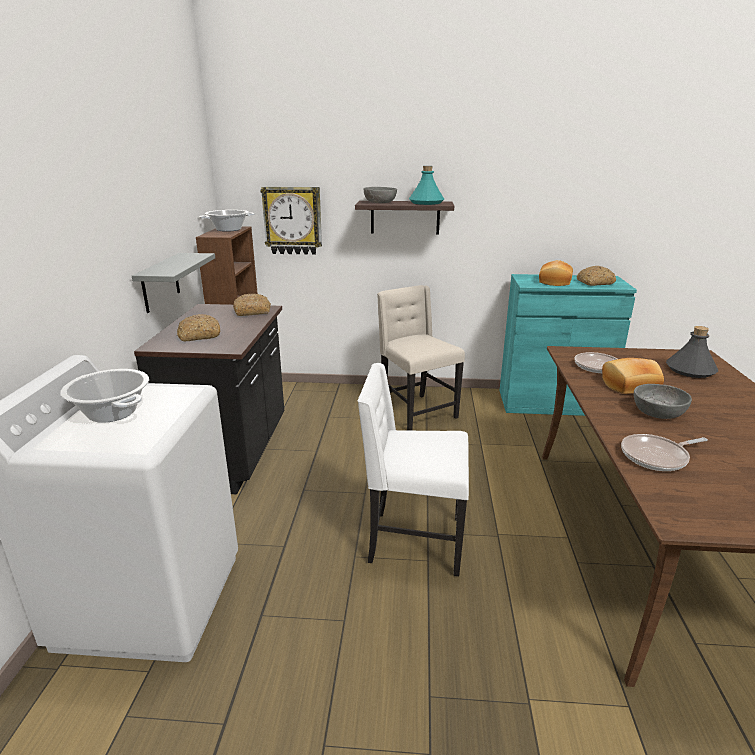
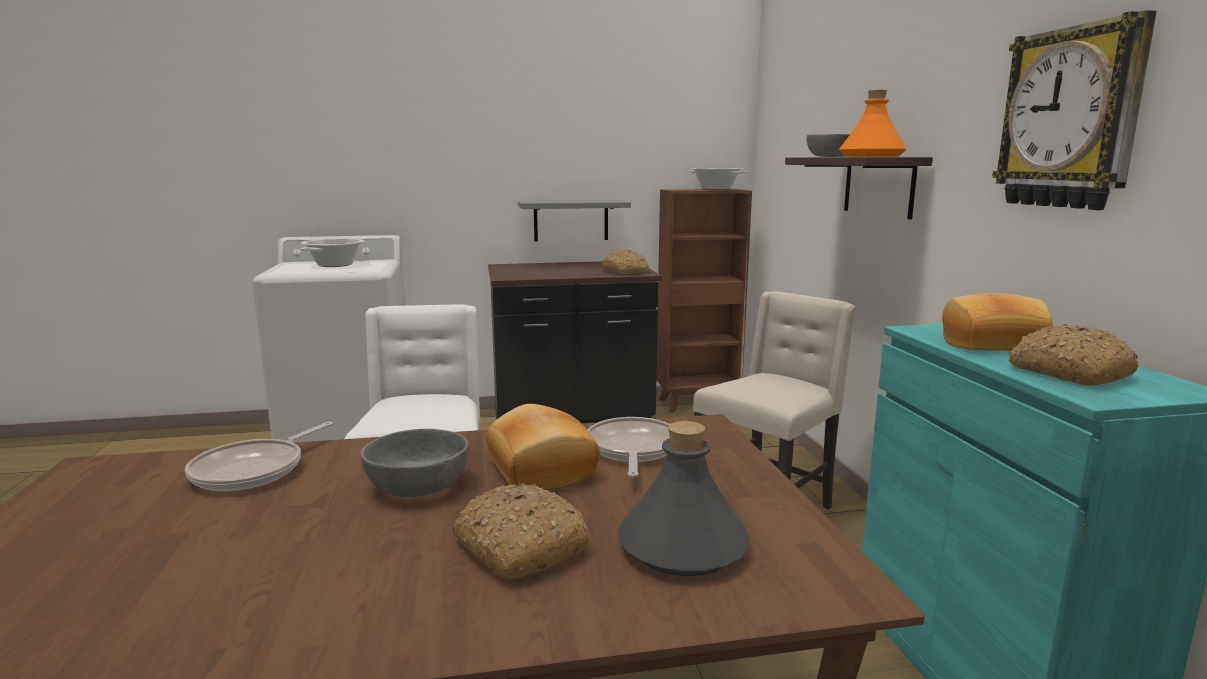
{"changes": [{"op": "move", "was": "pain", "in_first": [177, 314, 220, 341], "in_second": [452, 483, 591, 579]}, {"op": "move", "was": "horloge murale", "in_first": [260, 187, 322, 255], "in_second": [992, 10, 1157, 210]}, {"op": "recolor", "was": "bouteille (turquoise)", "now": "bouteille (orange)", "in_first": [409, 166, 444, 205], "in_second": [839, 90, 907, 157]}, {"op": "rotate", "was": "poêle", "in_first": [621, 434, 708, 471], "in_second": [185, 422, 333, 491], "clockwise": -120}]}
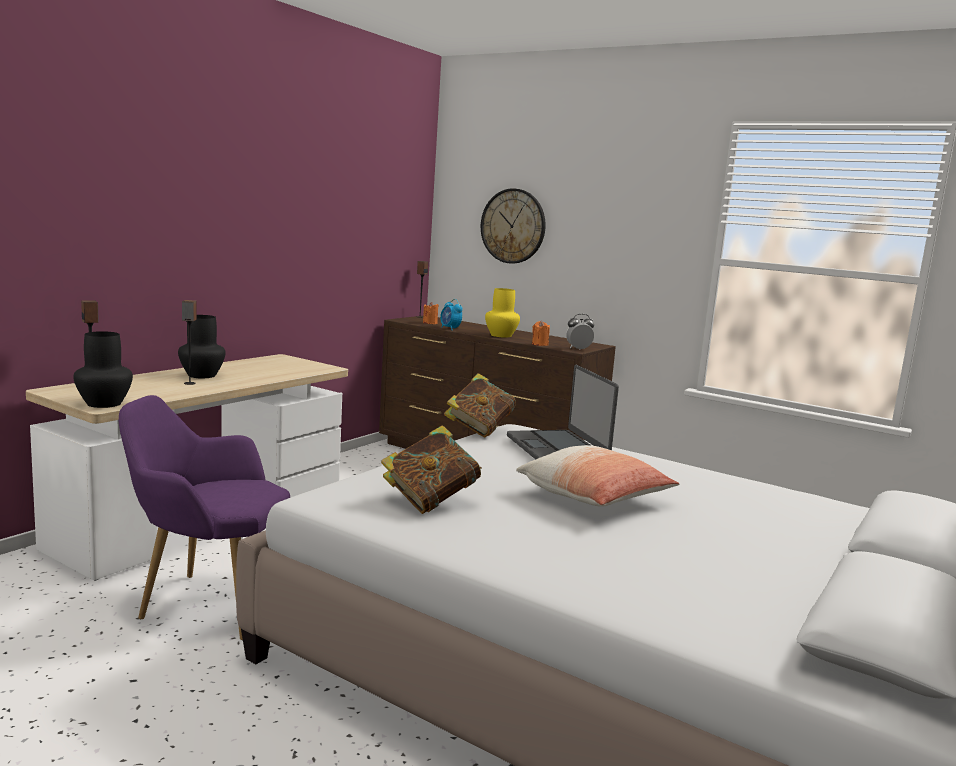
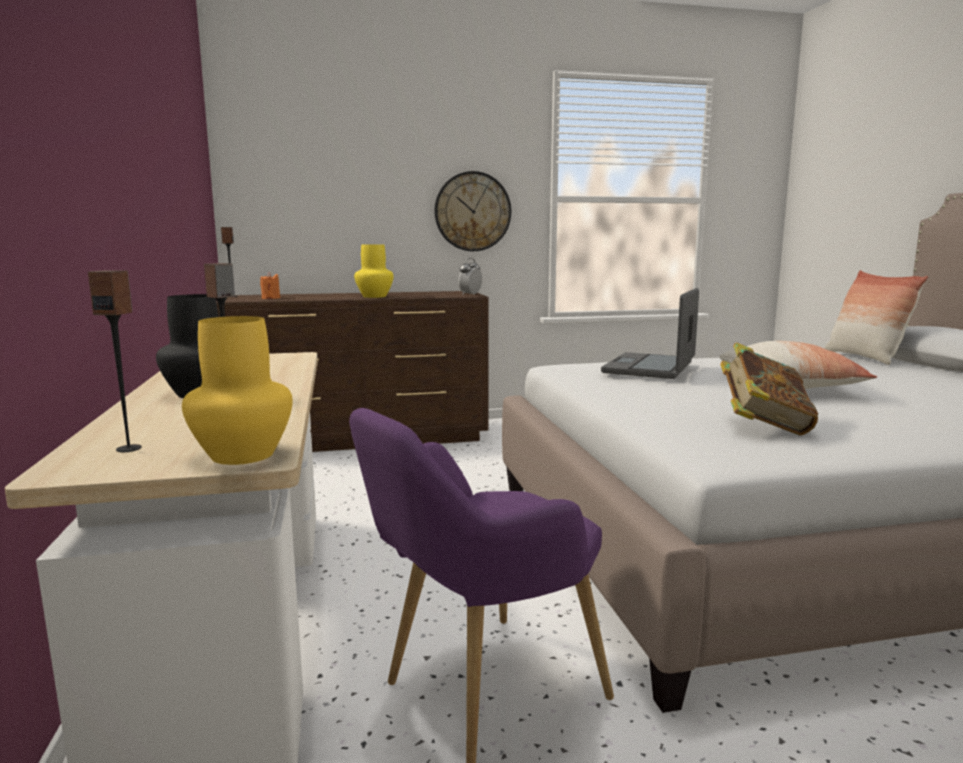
{"changes": [{"op": "delete", "was": "réveil", "in_first": [440, 299, 463, 330]}, {"op": "delete", "was": "livre", "in_first": [444, 373, 516, 437]}, {"op": "delete", "was": "bougie (orange)", "in_first": [532, 321, 550, 346]}, {"op": "insert", "now": "coussin", "in_second": [825, 270, 928, 365]}, {"op": "move", "was": "horloge murale", "in_first": [481, 188, 546, 263], "in_second": [434, 171, 511, 251]}, {"op": "recolor", "was": "vase (noir)", "now": "vase (jaune)", "in_first": [73, 331, 133, 408], "in_second": [182, 316, 293, 465]}, {"op": "rotate", "was": "ordinateur portable", "in_first": [507, 365, 619, 459], "in_second": [601, 288, 699, 379], "clockwise": 90}]}
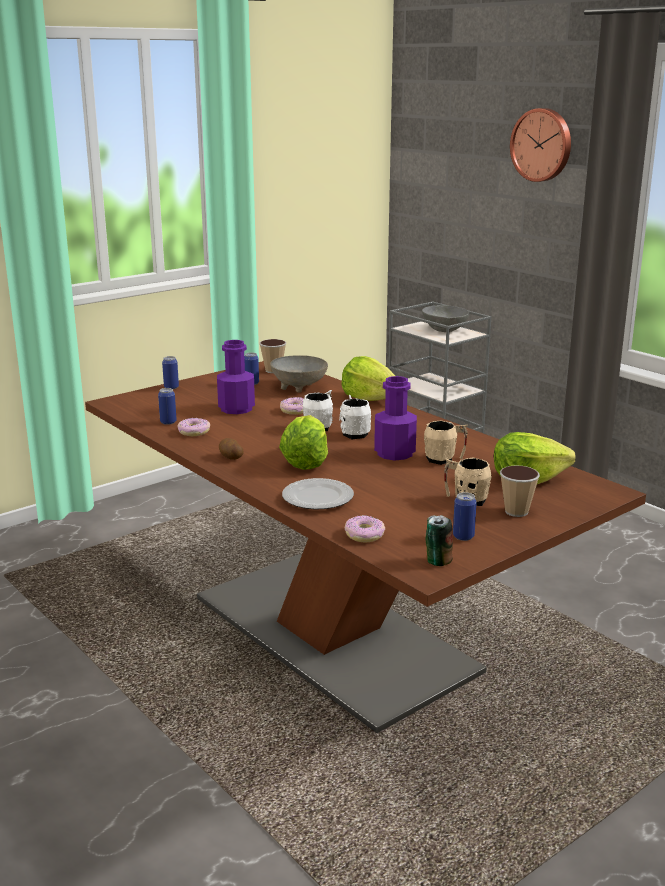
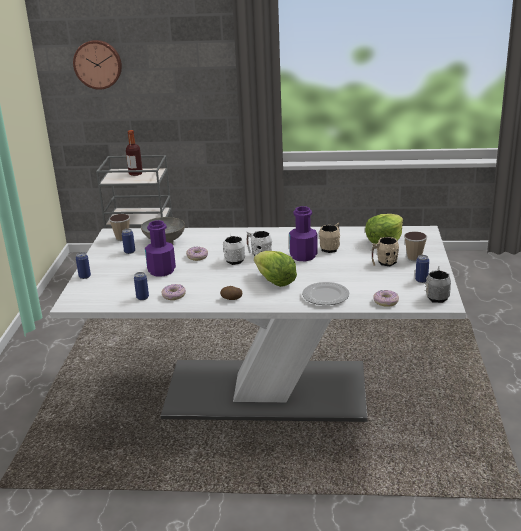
{"changes": [{"op": "delete", "was": "laitue", "in_first": [341, 356, 395, 401]}, {"op": "move", "was": "horloge murale", "in_first": [510, 108, 571, 182], "in_second": [73, 40, 122, 90]}, {"op": "replace", "was": "bol (gris)", "now": "bouteille", "in_first": [422, 305, 469, 332], "in_second": [126, 130, 142, 176]}, {"op": "replace", "was": "boîte métallique", "now": "mug (gris)", "in_first": [426, 515, 453, 566], "in_second": [425, 266, 451, 303]}, {"op": "recolor", "was": "table à manger (marron)", "now": "table à manger (blanc)", "in_first": [85, 361, 646, 733], "in_second": [50, 226, 466, 422]}]}
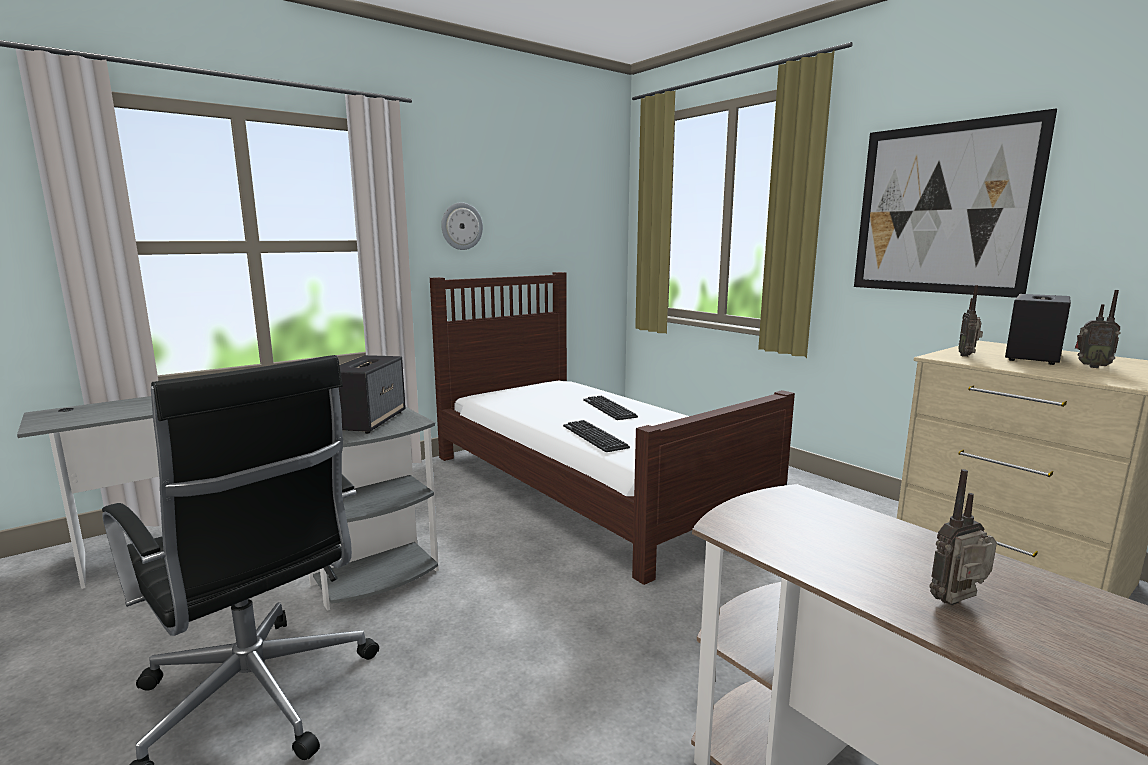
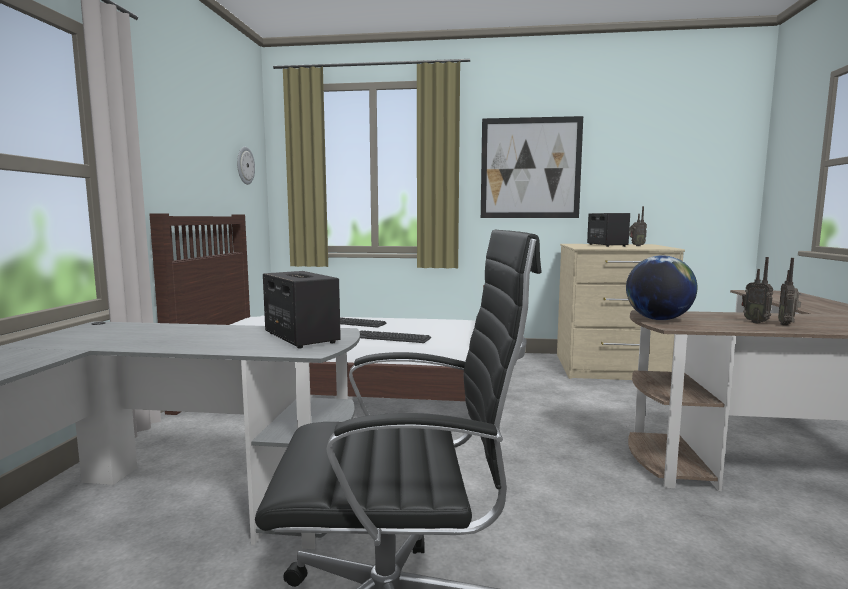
{"changes": [{"op": "insert", "now": "globe", "in_second": [626, 255, 697, 320]}, {"op": "move", "was": "horloge murale", "in_first": [441, 202, 483, 250], "in_second": [237, 147, 255, 185]}, {"op": "move", "was": "radio", "in_first": [958, 285, 983, 357], "in_second": [742, 257, 773, 323]}]}
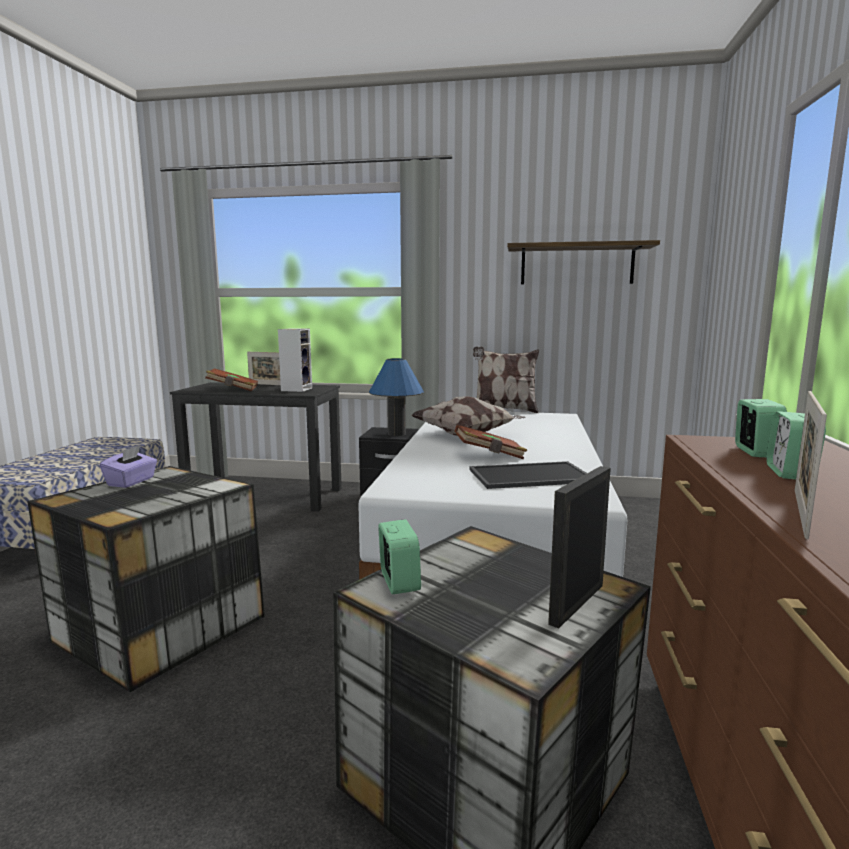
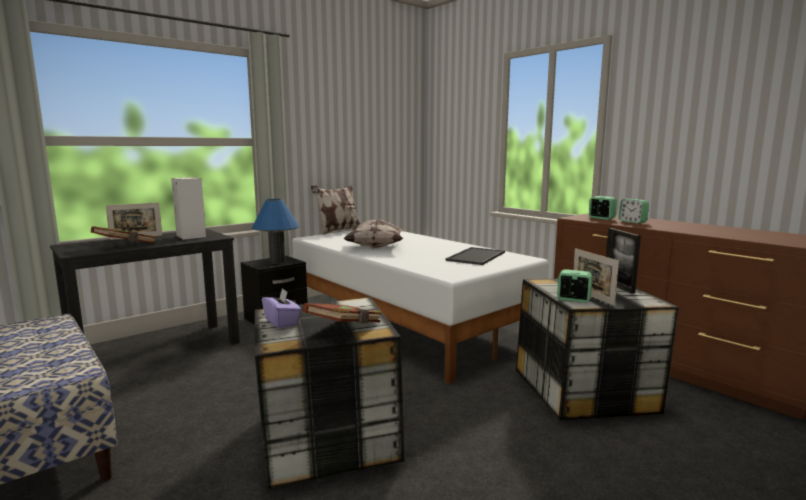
{"changes": [{"op": "delete", "was": "étagère", "in_first": [507, 240, 660, 284]}, {"op": "move", "was": "livre (marron)", "in_first": [455, 425, 527, 459], "in_second": [303, 303, 382, 323]}, {"op": "move", "was": "cadre photo", "in_first": [795, 391, 827, 539], "in_second": [573, 248, 619, 306]}]}
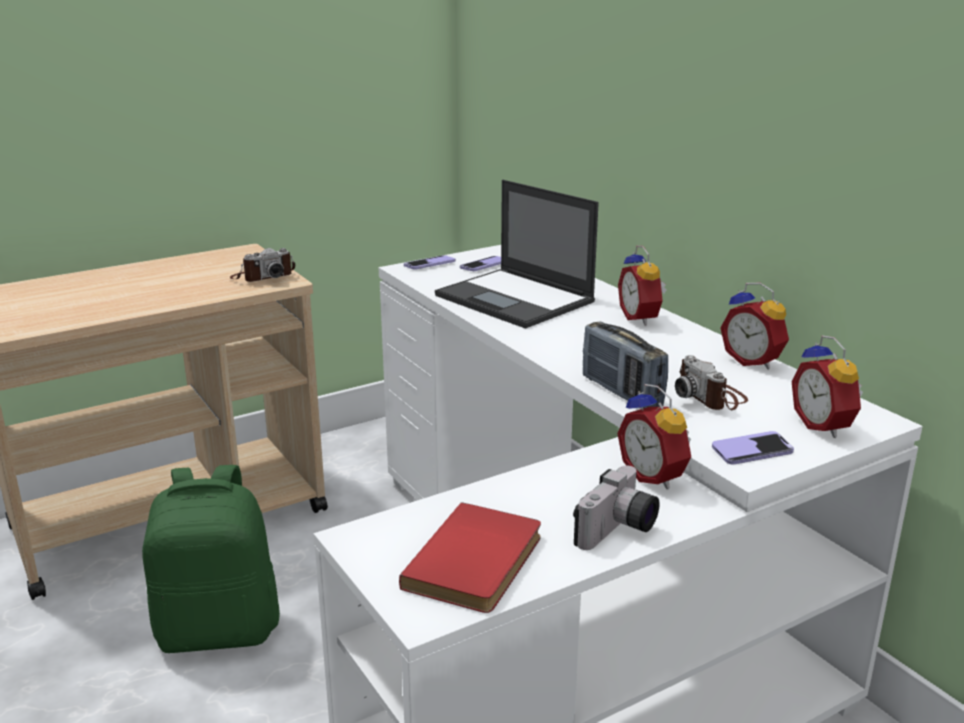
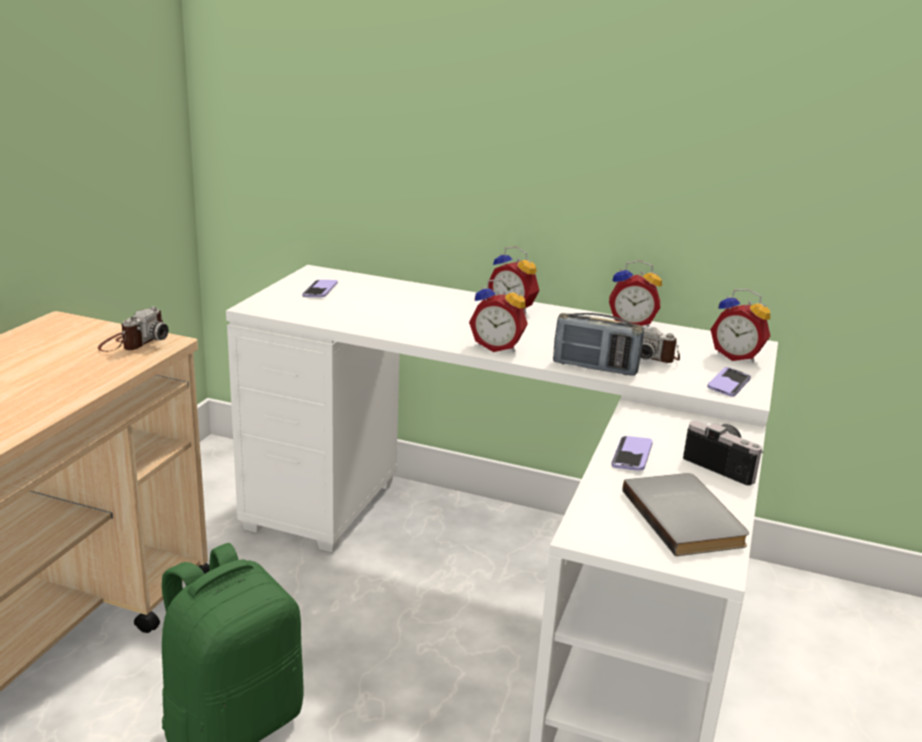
{"changes": [{"op": "delete", "was": "ordinateur portable", "in_first": [435, 180, 599, 329]}, {"op": "move", "was": "téléphone", "in_first": [404, 255, 455, 270], "in_second": [612, 436, 653, 471]}, {"op": "move", "was": "réveil", "in_first": [617, 384, 691, 489], "in_second": [469, 279, 528, 352]}, {"op": "recolor", "was": "livre (rouge)", "now": "livre (gris)", "in_first": [399, 502, 541, 613], "in_second": [623, 473, 749, 556]}, {"op": "rotate", "was": "appareil photo", "in_first": [573, 465, 660, 550], "in_second": [683, 421, 764, 485], "clockwise": -45}]}
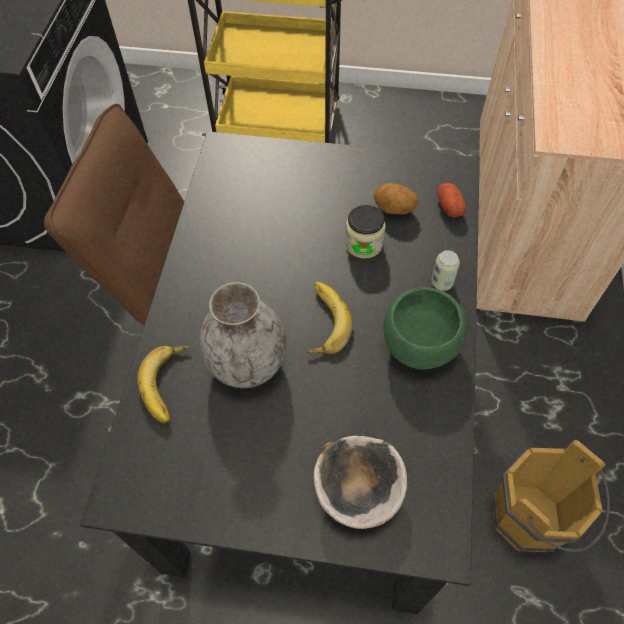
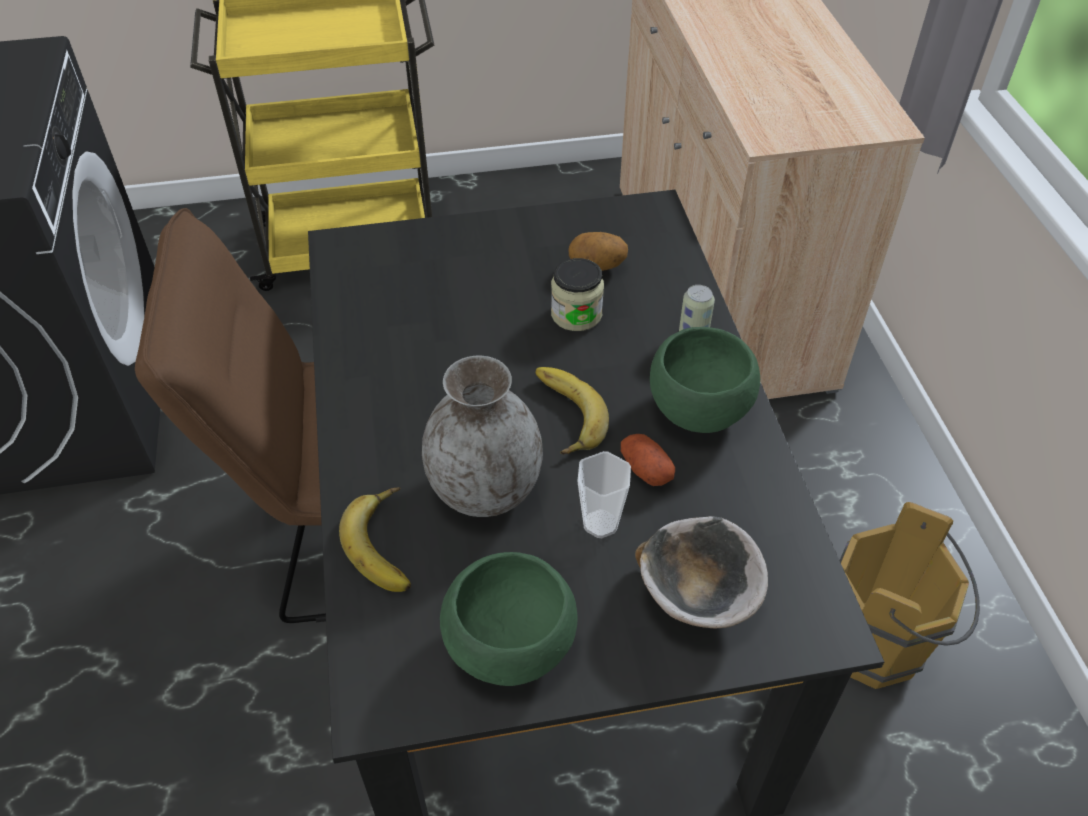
{"changes": [{"op": "insert", "now": "bol (vert)", "in_second": [440, 552, 578, 686]}, {"op": "insert", "now": "tasse", "in_second": [577, 451, 631, 538]}, {"op": "move", "was": "pomme de terre", "in_first": [437, 183, 466, 217], "in_second": [621, 434, 675, 486]}]}
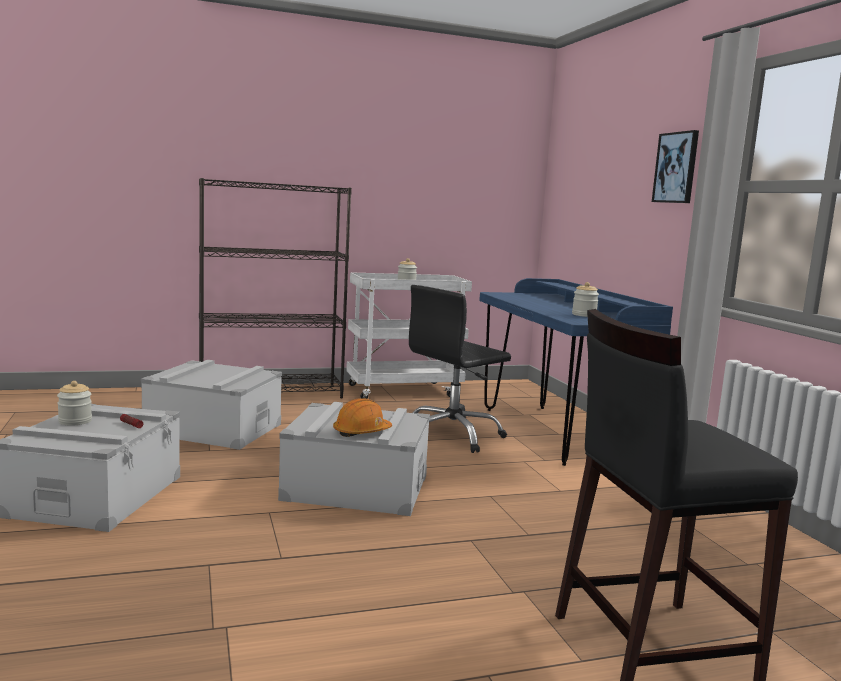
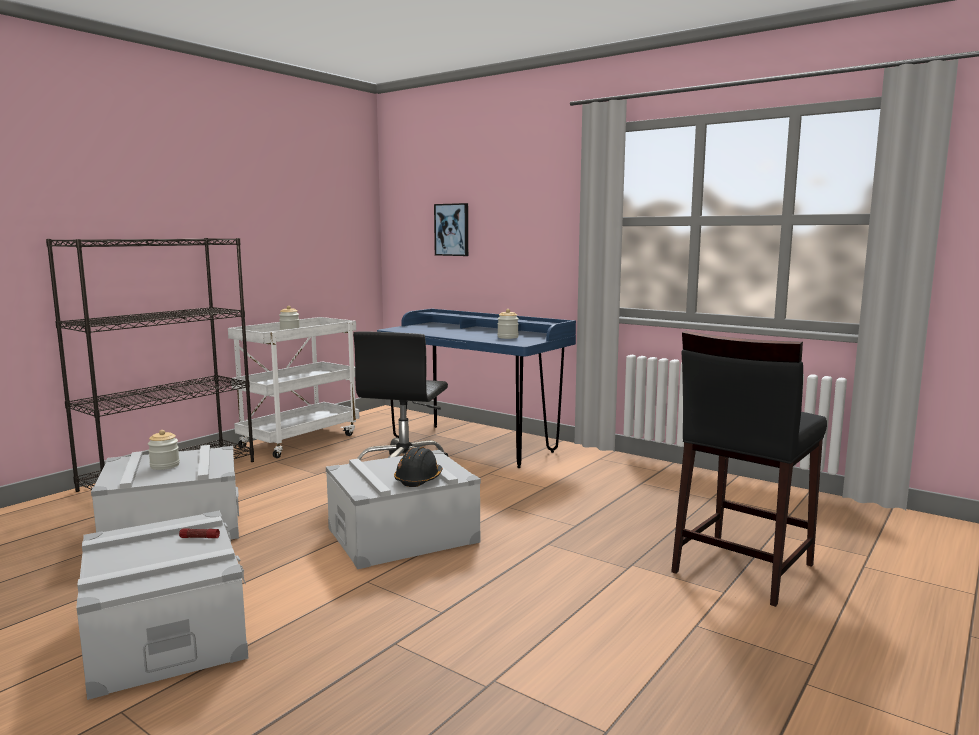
{"changes": [{"op": "move", "was": "bocal", "in_first": [57, 381, 92, 426], "in_second": [148, 430, 180, 470]}, {"op": "move", "was": "tableau", "in_first": [652, 130, 699, 203], "in_second": [434, 203, 468, 256]}, {"op": "recolor", "was": "casque de chantier (orange)", "now": "casque de chantier (noir)", "in_first": [333, 398, 392, 437], "in_second": [394, 447, 443, 487]}]}
